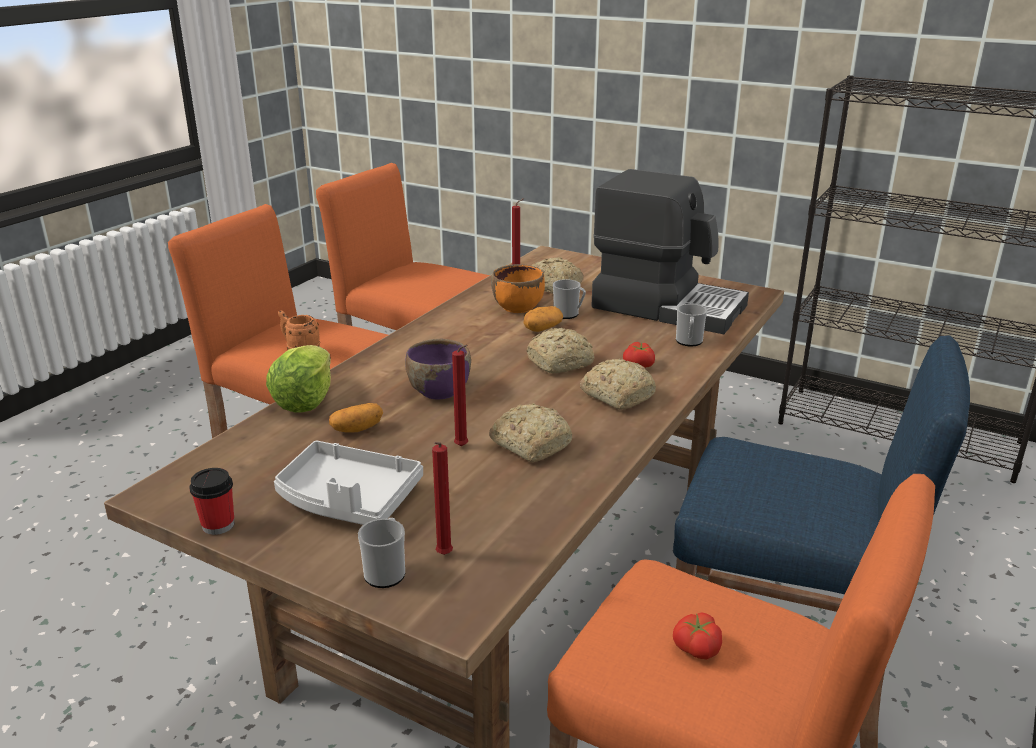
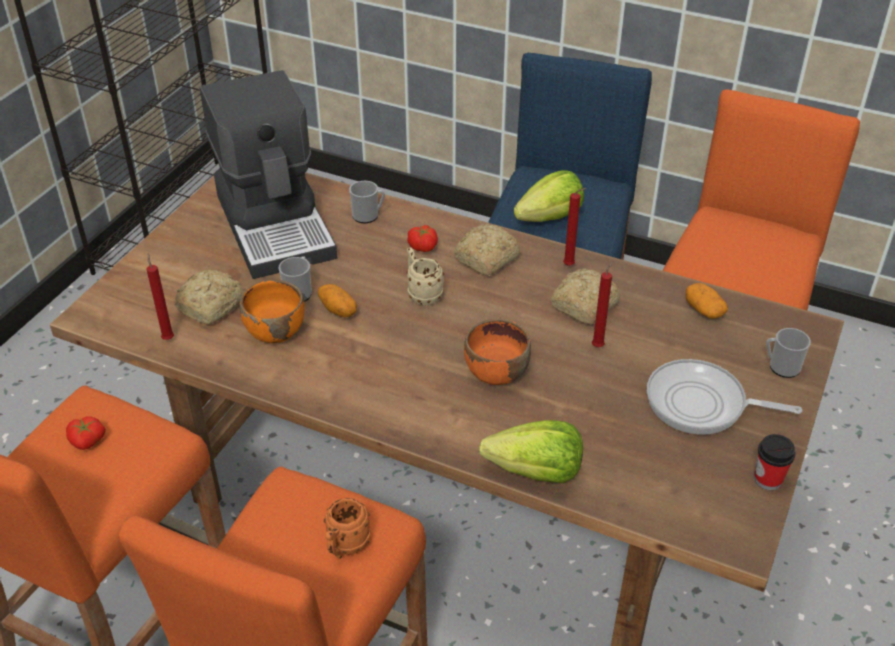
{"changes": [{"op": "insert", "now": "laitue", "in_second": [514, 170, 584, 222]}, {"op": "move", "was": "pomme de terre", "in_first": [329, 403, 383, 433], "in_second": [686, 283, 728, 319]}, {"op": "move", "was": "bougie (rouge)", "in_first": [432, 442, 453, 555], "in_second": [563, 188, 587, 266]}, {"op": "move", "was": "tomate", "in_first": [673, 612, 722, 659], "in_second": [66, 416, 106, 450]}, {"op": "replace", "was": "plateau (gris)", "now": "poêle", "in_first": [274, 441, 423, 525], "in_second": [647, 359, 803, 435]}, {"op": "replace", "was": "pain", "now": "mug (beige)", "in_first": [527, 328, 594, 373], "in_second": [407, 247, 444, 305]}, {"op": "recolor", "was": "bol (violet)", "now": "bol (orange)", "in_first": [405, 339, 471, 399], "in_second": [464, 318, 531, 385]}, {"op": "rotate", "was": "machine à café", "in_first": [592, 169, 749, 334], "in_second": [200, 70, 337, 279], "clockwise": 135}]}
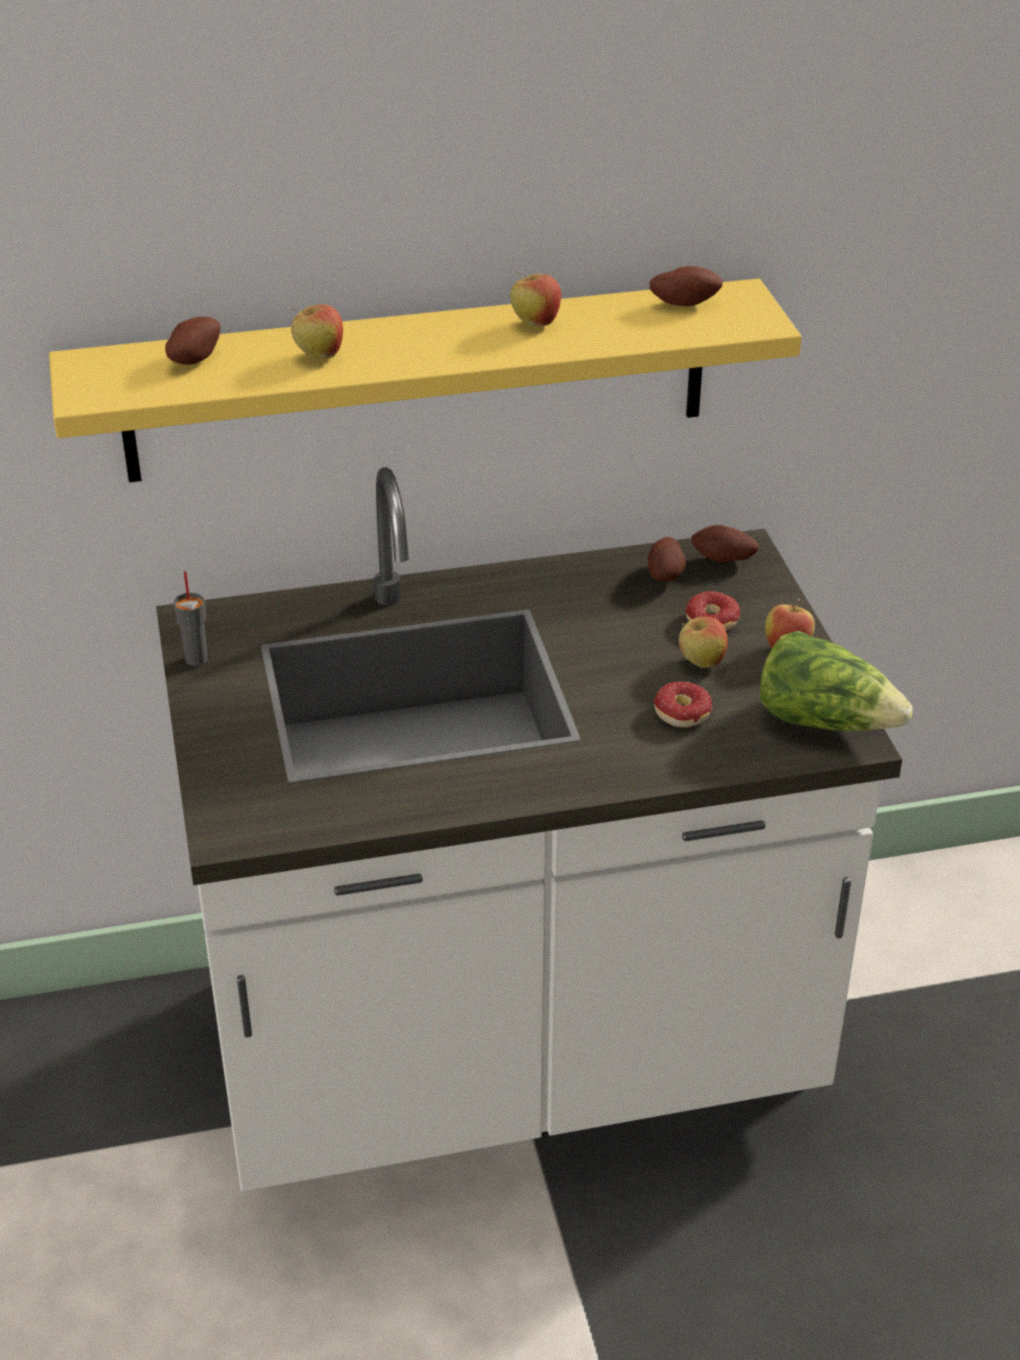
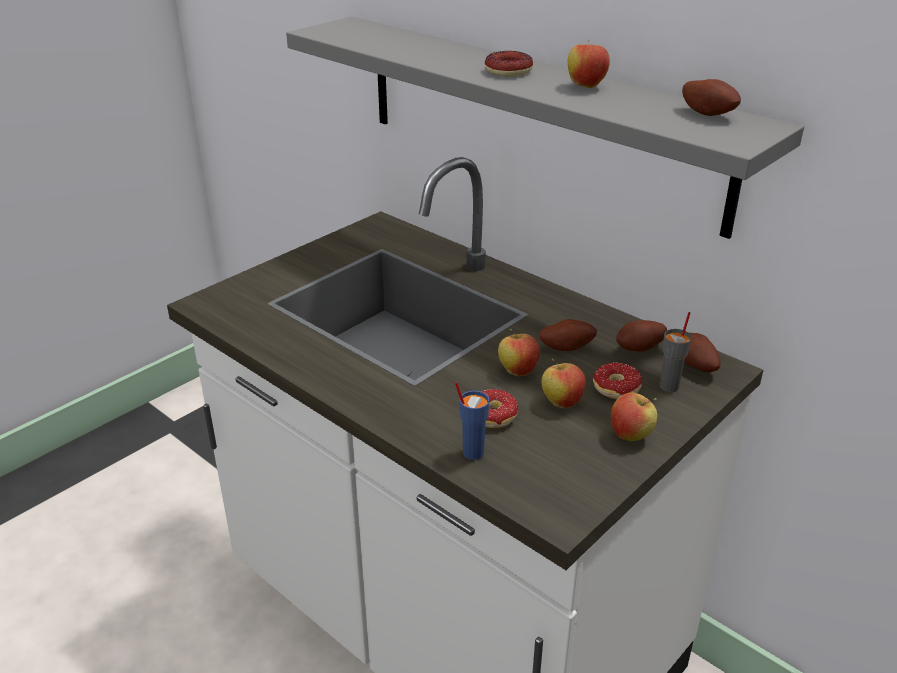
{"changes": [{"op": "delete", "was": "laitue", "in_first": [760, 631, 913, 731]}, {"op": "insert", "now": "tasse (bleu)", "in_second": [455, 382, 490, 460]}, {"op": "insert", "now": "beignet", "in_second": [485, 51, 533, 77]}, {"op": "move", "was": "pomme de terre", "in_first": [165, 317, 220, 365], "in_second": [539, 319, 597, 351]}, {"op": "move", "was": "tasse (gris)", "in_first": [173, 571, 207, 666], "in_second": [660, 312, 692, 392]}, {"op": "move", "was": "pomme", "in_first": [291, 304, 343, 359], "in_second": [498, 329, 540, 376]}, {"op": "recolor", "was": "étagère (jaune)", "now": "étagère (gris)", "in_first": [49, 278, 802, 483], "in_second": [286, 16, 804, 239]}]}
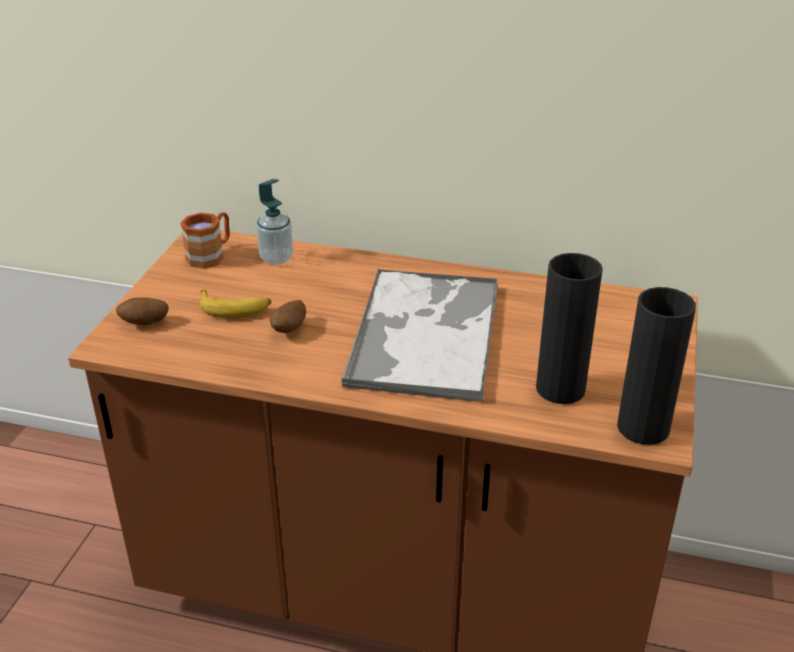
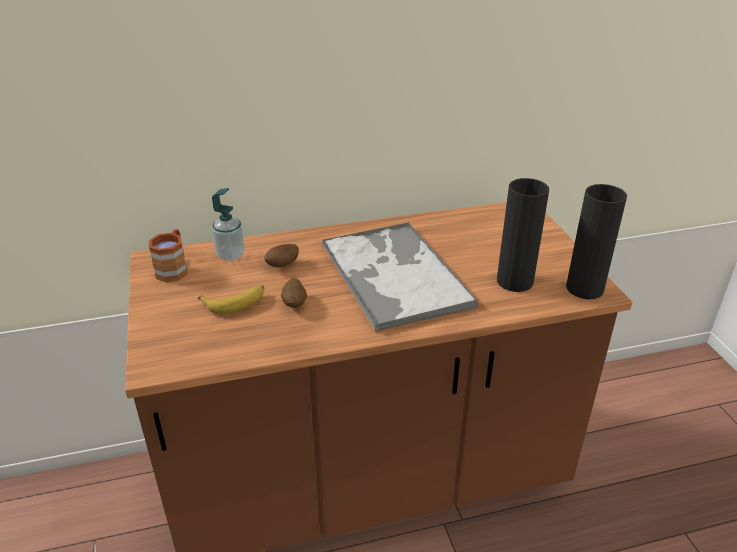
{"changes": [{"op": "move", "was": "pomme de terre", "in_first": [116, 297, 169, 325], "in_second": [264, 244, 299, 267]}]}
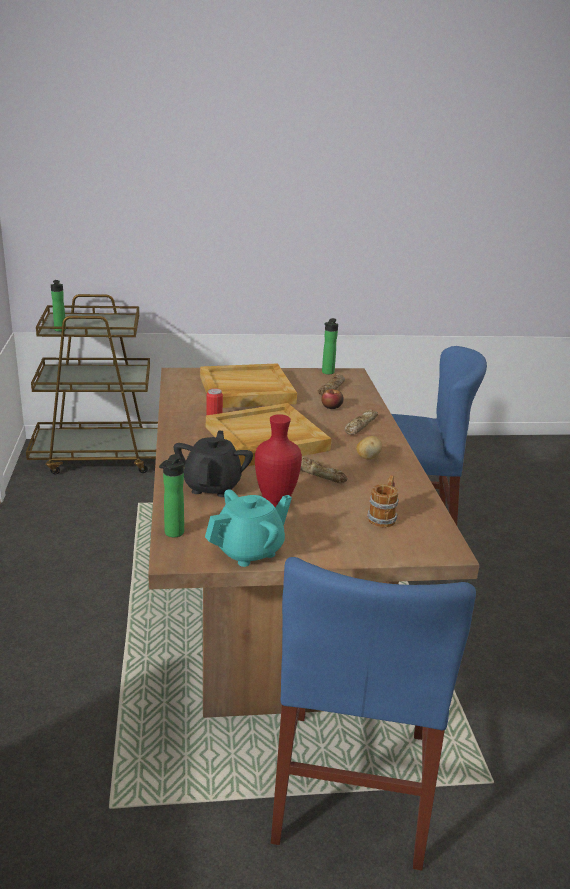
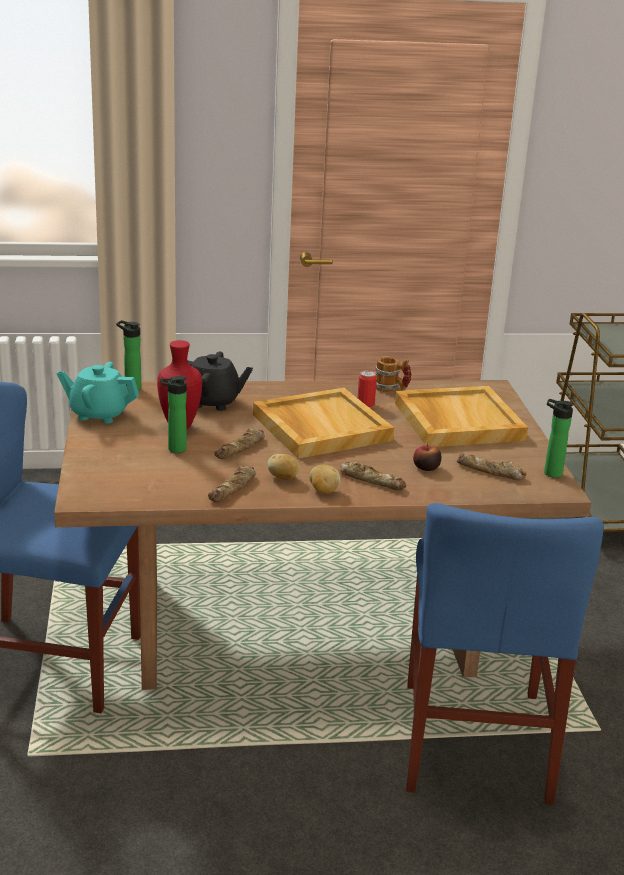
{"changes": [{"op": "insert", "now": "pain", "in_second": [208, 466, 256, 502]}, {"op": "insert", "now": "pomme de terre", "in_second": [309, 465, 340, 493]}, {"op": "move", "was": "bouteille", "in_first": [51, 280, 66, 332], "in_second": [160, 376, 187, 453]}, {"op": "move", "was": "mug", "in_first": [367, 475, 399, 527], "in_second": [376, 357, 412, 392]}, {"op": "rotate", "was": "théière (turquoise)", "in_first": [205, 489, 292, 567], "in_second": [57, 362, 139, 423], "clockwise": 135}]}
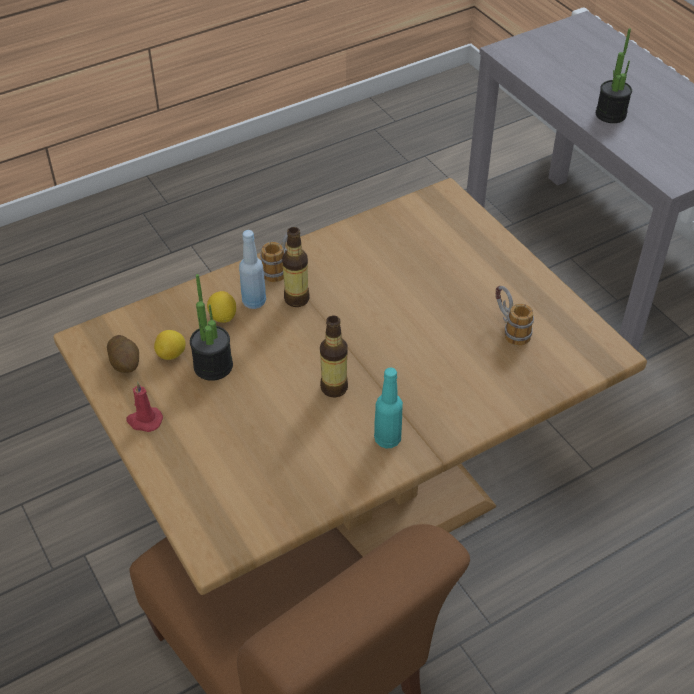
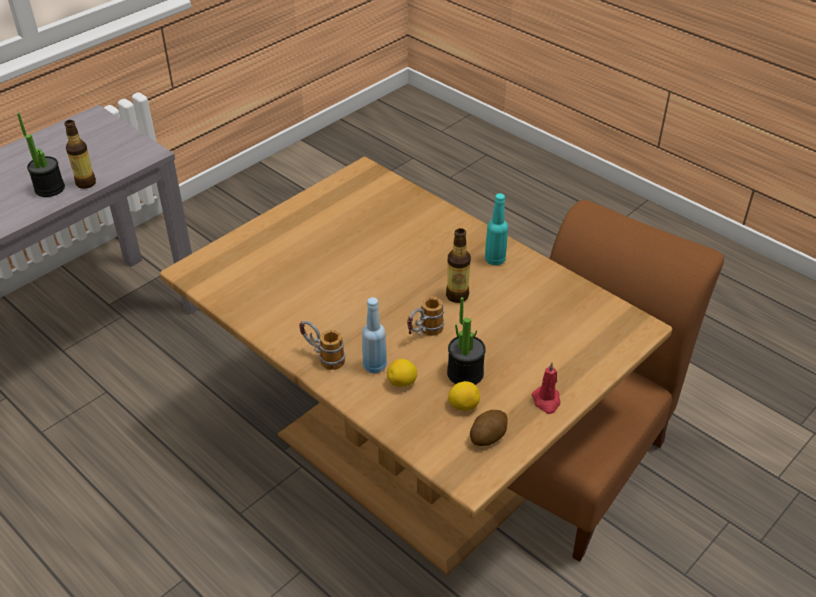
{"changes": [{"op": "move", "was": "bouteille", "in_first": [282, 227, 310, 307], "in_second": [64, 120, 96, 189]}, {"op": "move", "was": "mug", "in_first": [495, 286, 534, 346], "in_second": [407, 297, 444, 336]}]}
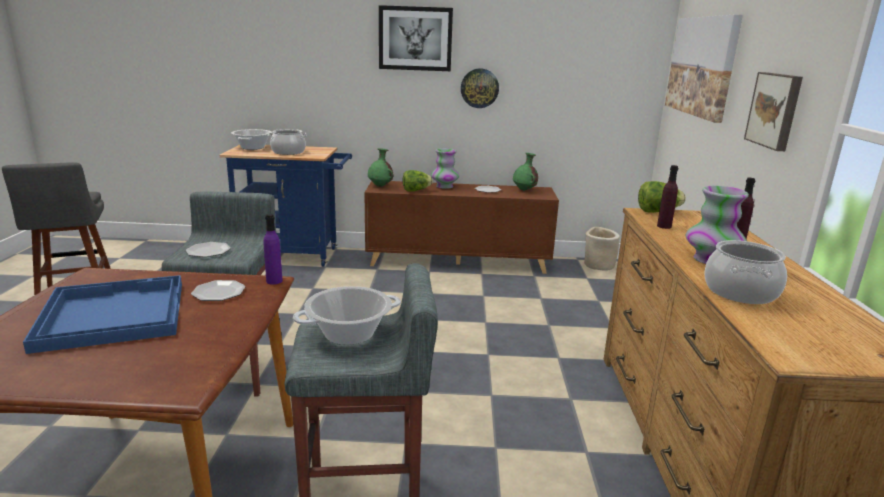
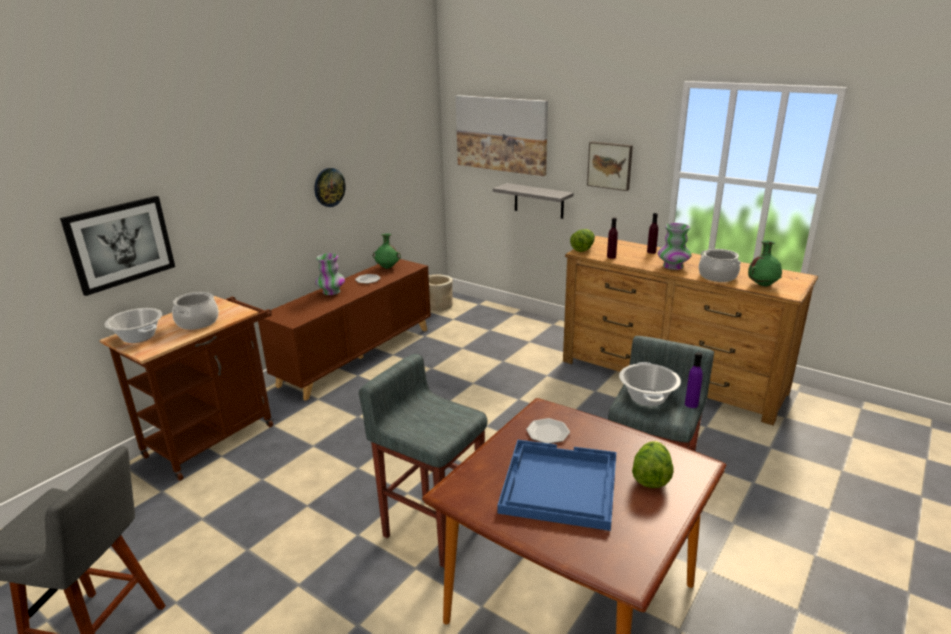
{"changes": [{"op": "delete", "was": "assiette", "in_first": [185, 242, 231, 257]}, {"op": "insert", "now": "étagère (gris)", "in_second": [493, 183, 574, 219]}, {"op": "move", "was": "bouteille (violet)", "in_first": [264, 214, 282, 285], "in_second": [685, 352, 703, 408]}, {"op": "move", "was": "vase (vert)", "in_first": [368, 148, 394, 187], "in_second": [748, 240, 782, 287]}, {"op": "move", "was": "tableau", "in_first": [379, 5, 453, 71], "in_second": [60, 196, 175, 296]}, {"op": "move", "was": "laitue", "in_first": [403, 170, 433, 192], "in_second": [632, 441, 674, 488]}, {"op": "recolor", "was": "chariot (bleu)", "now": "chariot (marron)", "in_first": [219, 145, 352, 267], "in_second": [99, 296, 274, 481]}]}
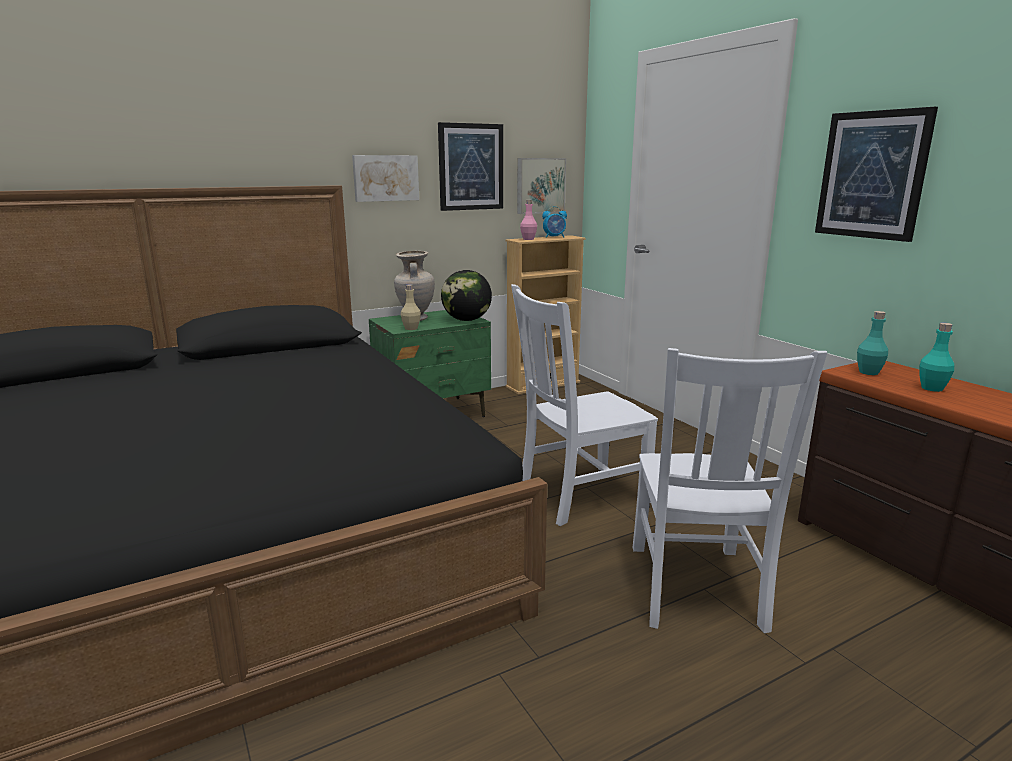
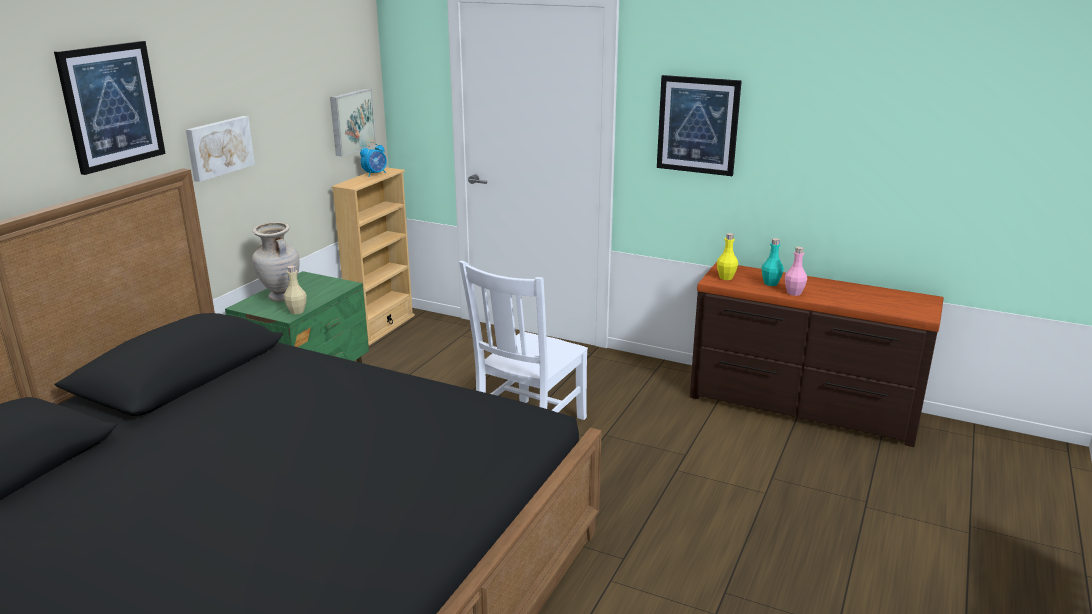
{"changes": [{"op": "delete", "was": "globe", "in_first": [441, 270, 492, 321]}, {"op": "delete", "was": "chaise (blanc)", "in_first": [633, 348, 827, 633]}, {"op": "move", "was": "tableau", "in_first": [438, 122, 503, 211], "in_second": [54, 41, 166, 175]}, {"op": "move", "was": "bouteille (rose)", "in_first": [520, 200, 537, 240], "in_second": [785, 247, 807, 296]}, {"op": "recolor", "was": "bouteille (turquoise)", "now": "bouteille (jaune)", "in_first": [857, 311, 888, 375], "in_second": [717, 233, 738, 280]}]}
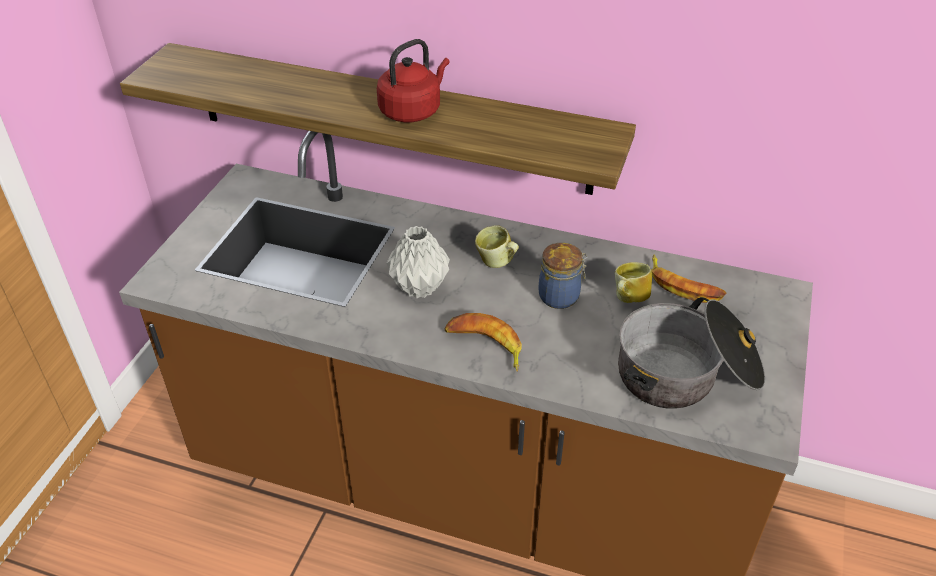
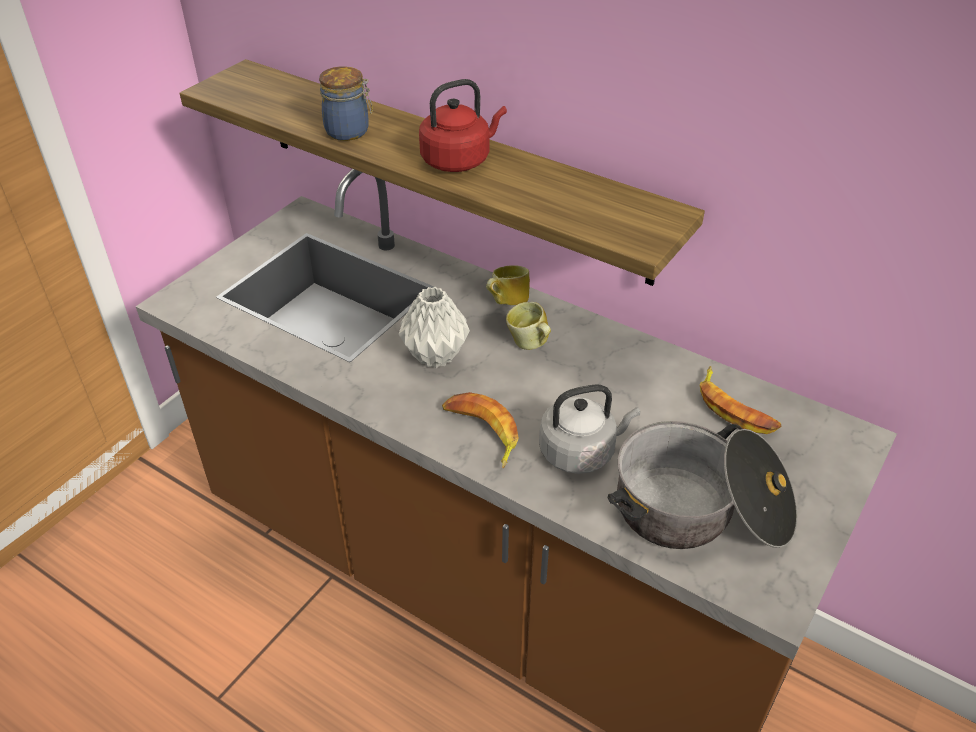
{"changes": [{"op": "insert", "now": "bouilloire (gris)", "in_second": [539, 384, 640, 474]}, {"op": "move", "was": "bocal", "in_first": [539, 243, 587, 309], "in_second": [319, 66, 373, 141]}, {"op": "move", "was": "mug", "in_first": [615, 262, 652, 303], "in_second": [486, 265, 530, 305]}]}
